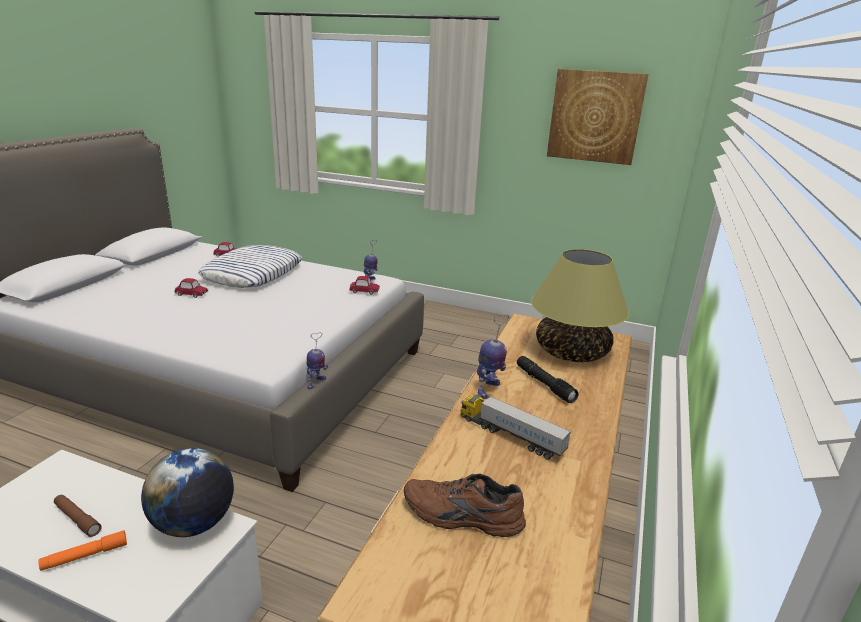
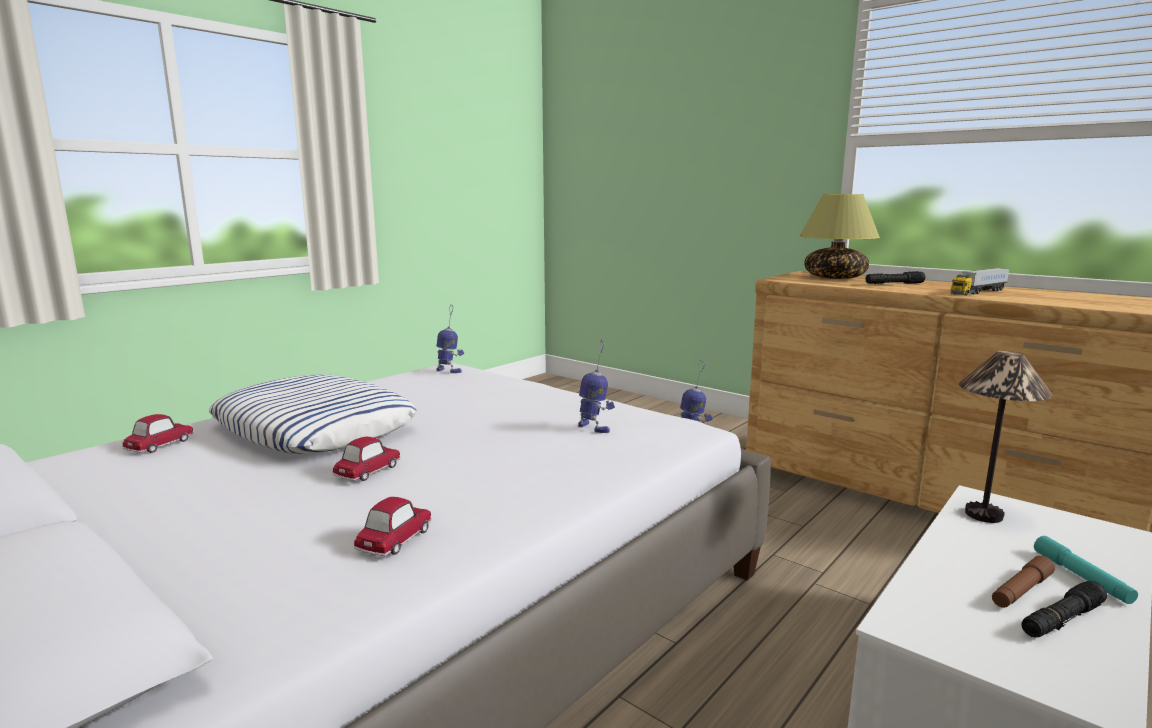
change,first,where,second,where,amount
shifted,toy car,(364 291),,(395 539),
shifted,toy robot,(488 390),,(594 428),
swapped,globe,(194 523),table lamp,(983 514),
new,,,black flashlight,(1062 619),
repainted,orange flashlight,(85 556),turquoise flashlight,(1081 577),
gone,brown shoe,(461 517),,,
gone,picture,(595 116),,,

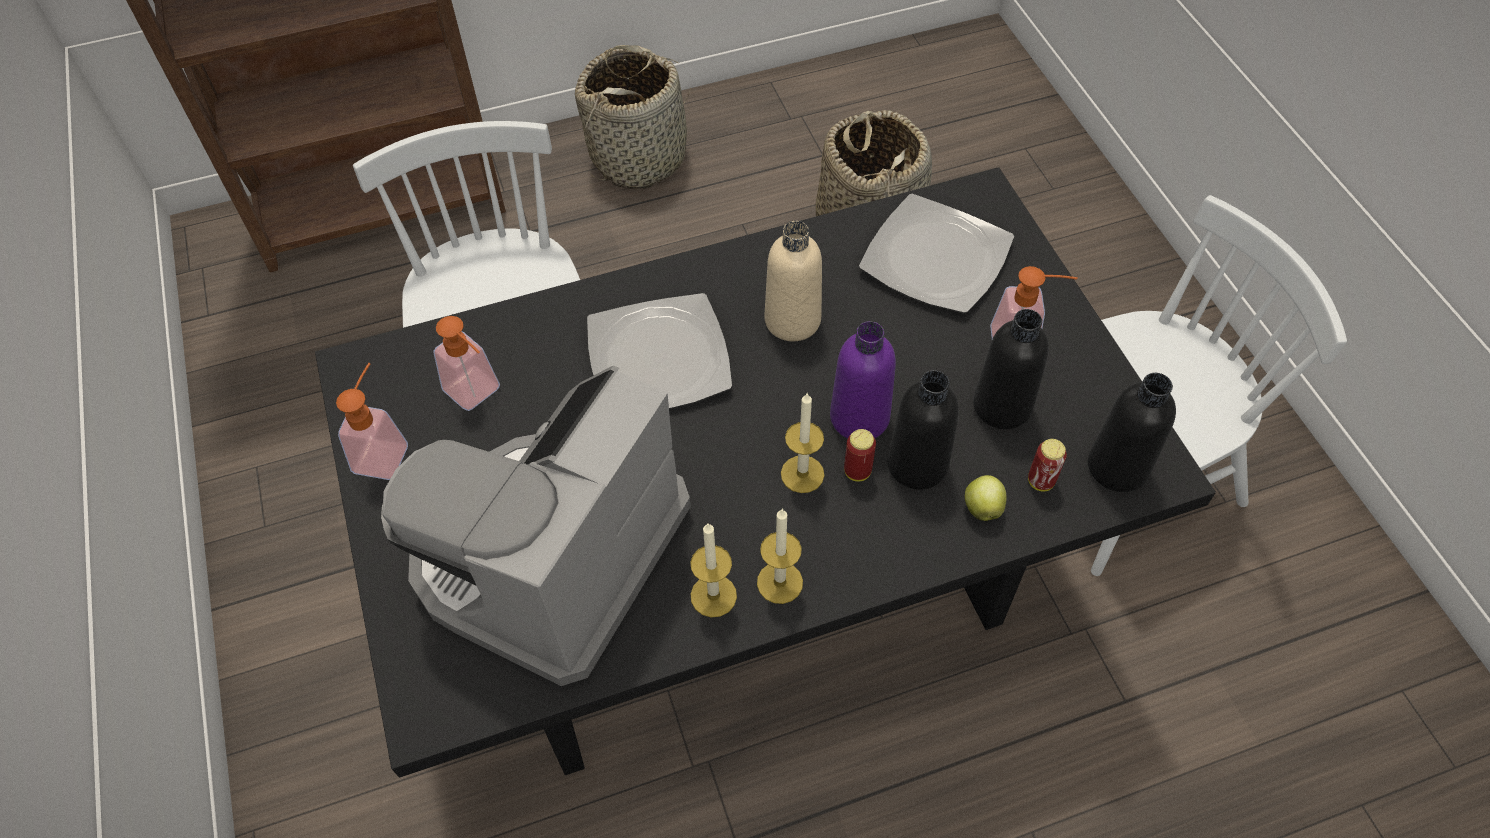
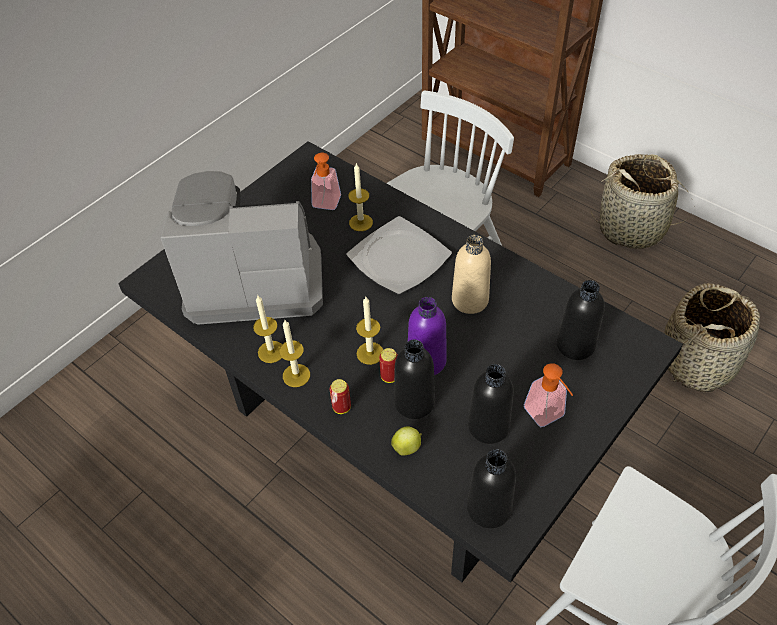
change,first,where,second,where,amount
shifted,can,(1040 481),,(341 407),
new,,,candle,(361 222),
swapped,plate,(937 258),black bottle,(575 345),
gone,soap dispenser,(385 451),,,

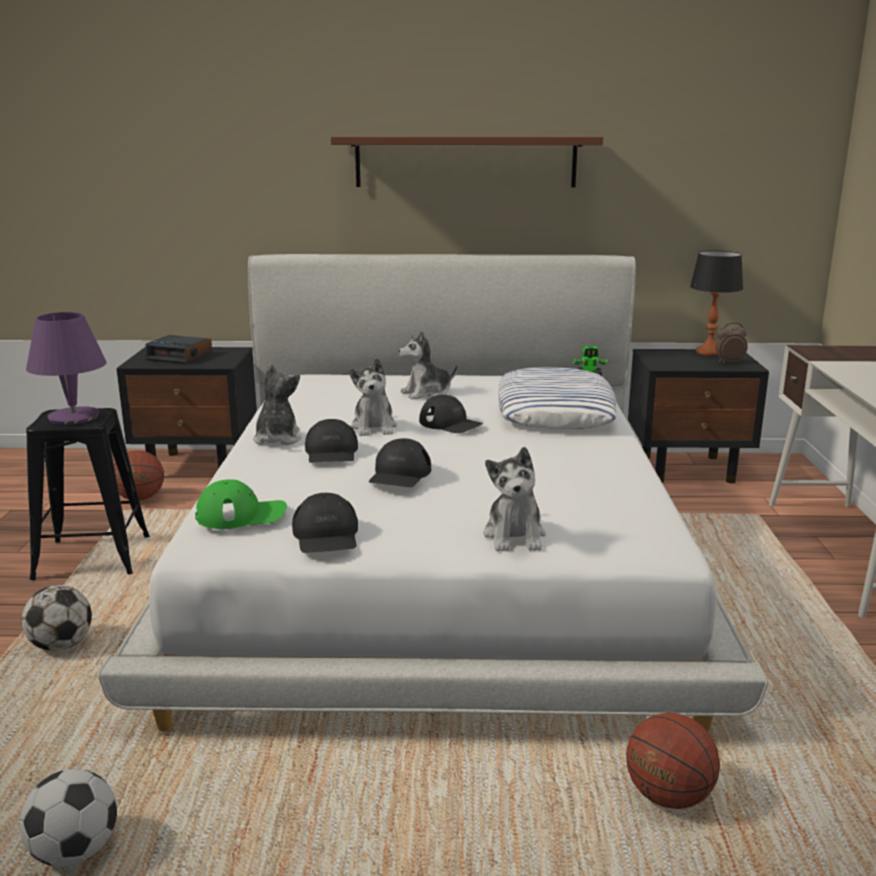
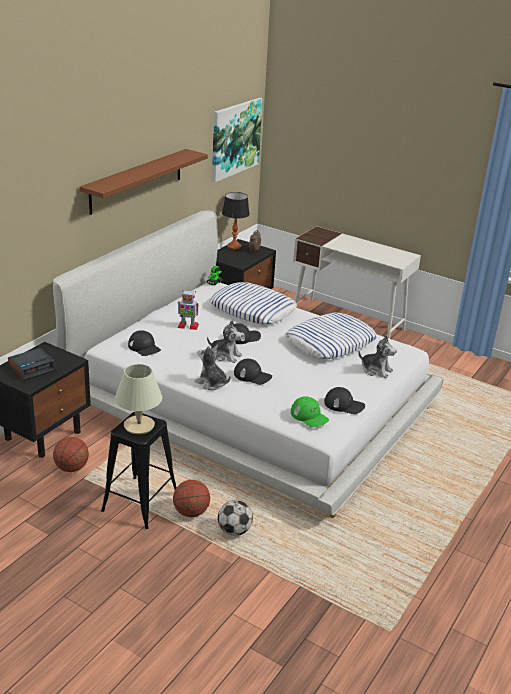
change,first,where,second,where,amount
repainted,purple table lamp,(74 417),beige table lamp,(139 425),
shifted,black cap,(400 474),,(144 347),
shifted,basketball,(668 796),,(191 512),
swapped,plush toy,(427 393),toy robot,(187 326),
new,,,picture,(235 138),
new,,,pillow,(330 342),
rotated,green cap,(241 514),,(309 416),120 degrees clockwise
gone,football,(75 852),,,

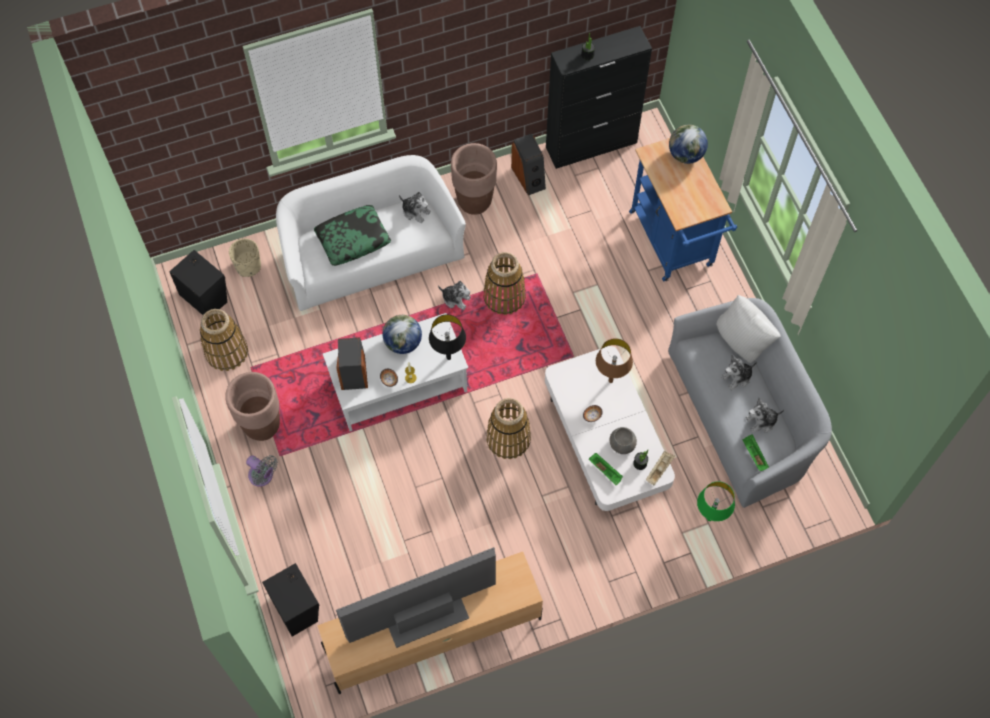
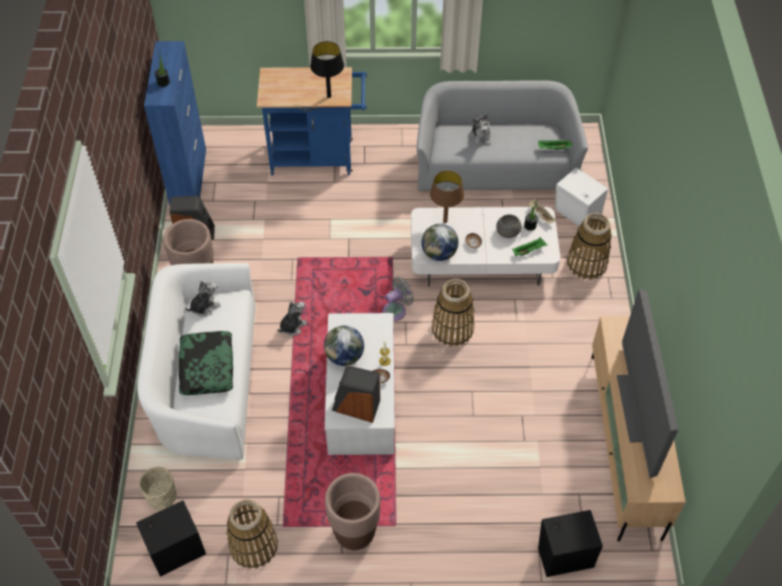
change,first,where,second,where,amount
repainted,black cabinet,(592 145),blue cabinet,(189 179),
shifted,black table lamp,(448 358),,(329 96),
shifted,grey fan,(263 476),,(396 310),
shifted,globe,(685 155),,(439 254),
swapped,green table lamp,(709 519),white speaker,(577 215),
shifted,basket,(504 297),,(587 263),
gone,white pillow,(742 342),,,
gone,plush toy,(761 421),,,

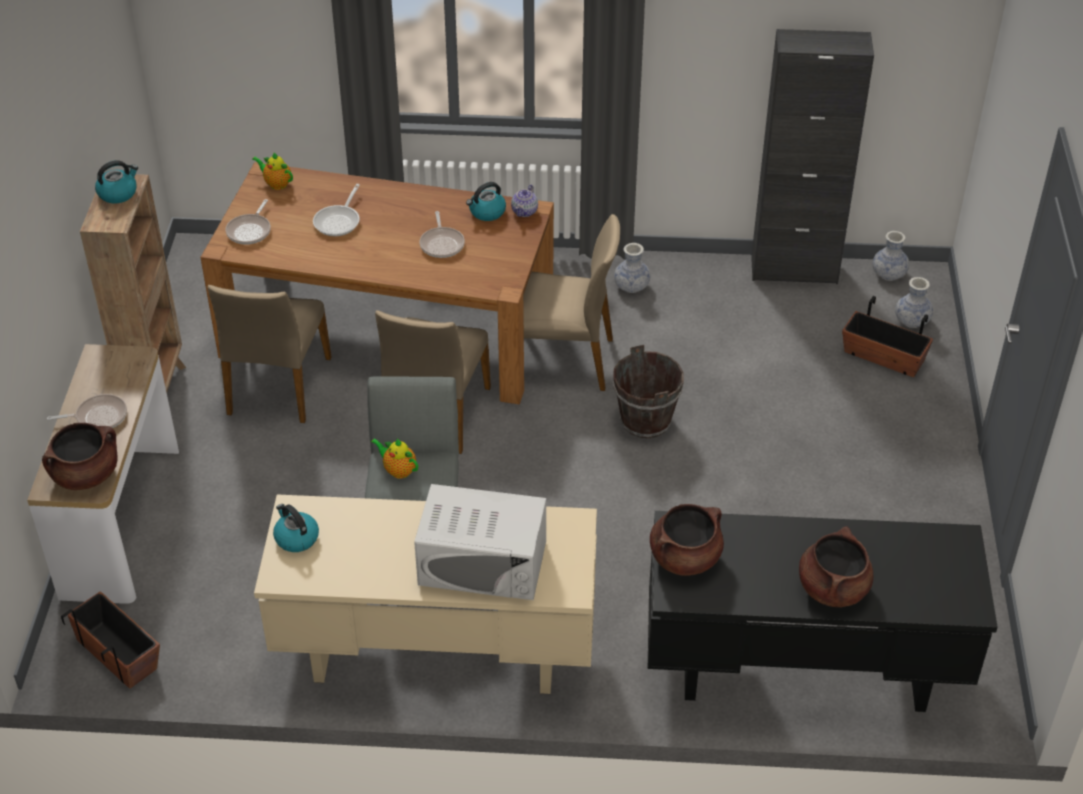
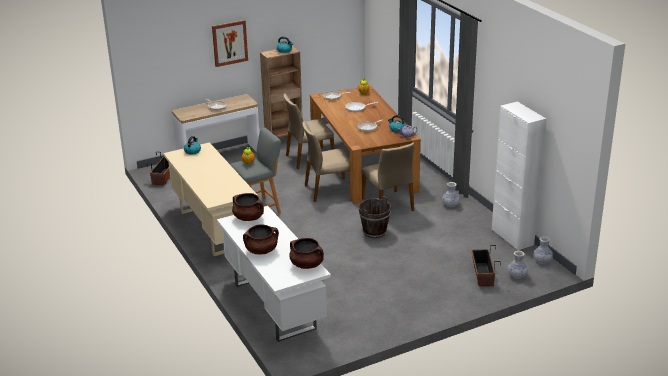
change,first,where,second,where,amount
new,,,picture,(229 43),
repainted,black desk,(801 670),white desk,(273 306),
shifted,brown cooking pot,(86 475),,(307 264),
repainted,black cabinet,(794 270),white cabinet,(512 237),
gone,white microwave,(483 563),,,

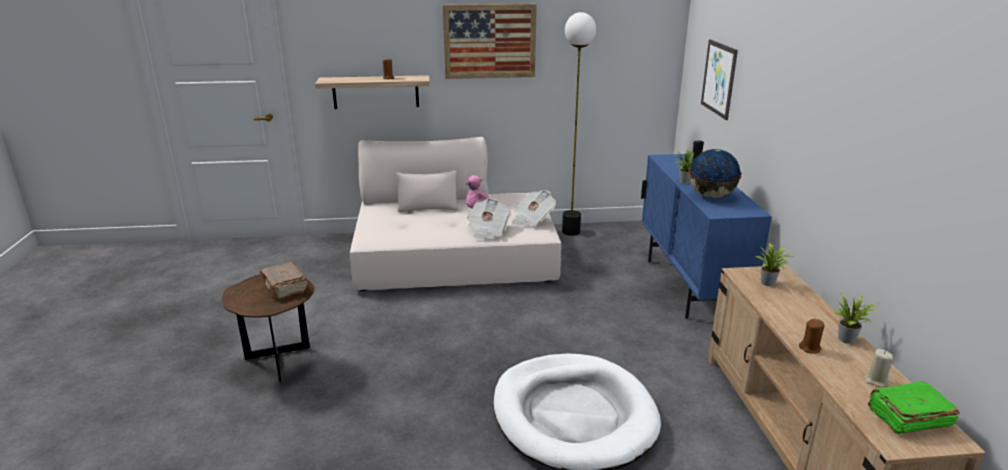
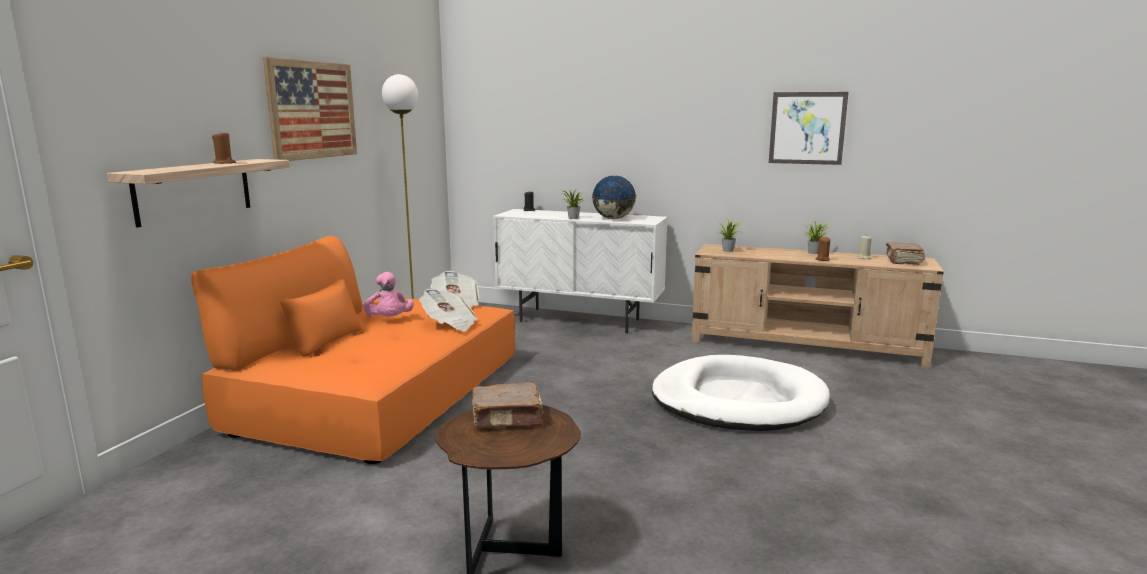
change,first,where,second,where,amount
repainted,beige sofa,(456 258),orange sofa,(382 392),
repainted,blue cabinet,(689 287),white cabinet,(580 321),
shifted,picture,(718 78),,(807 128),
repainted,green book,(907 418),brown book,(903 260),

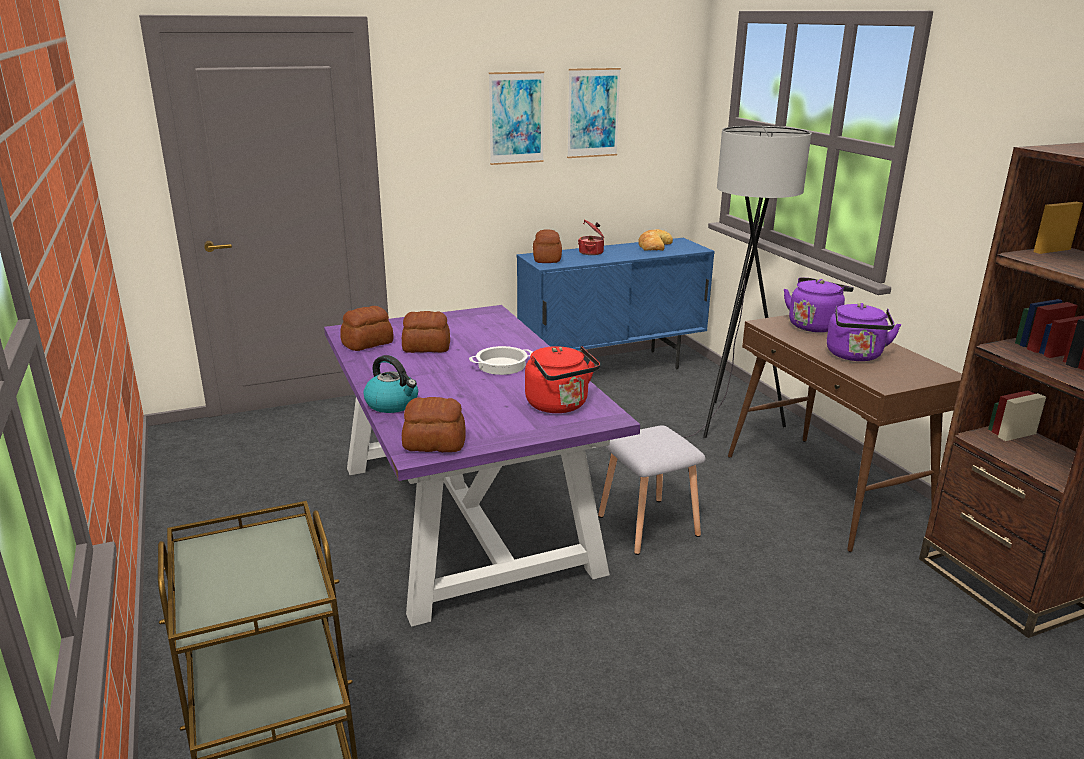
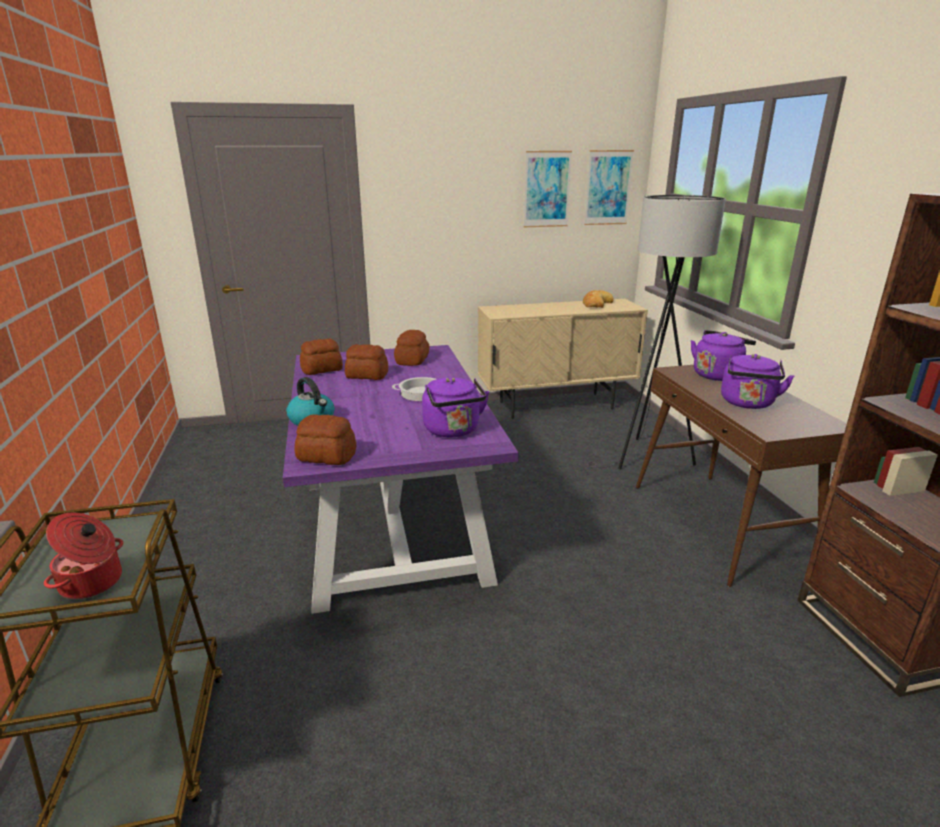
change,first,where,second,where,amount
shifted,cooking pot,(592 252),,(93 583),
shifted,bread,(546 259),,(411 360),
repainted,red kettle,(559 406),purple kettle,(453 431),
repainted,blue cabinet,(611 368),beige cabinet,(556 405),
shifted,picture,(516 118),,(608 188),
gone,grey stool,(650 526),,,

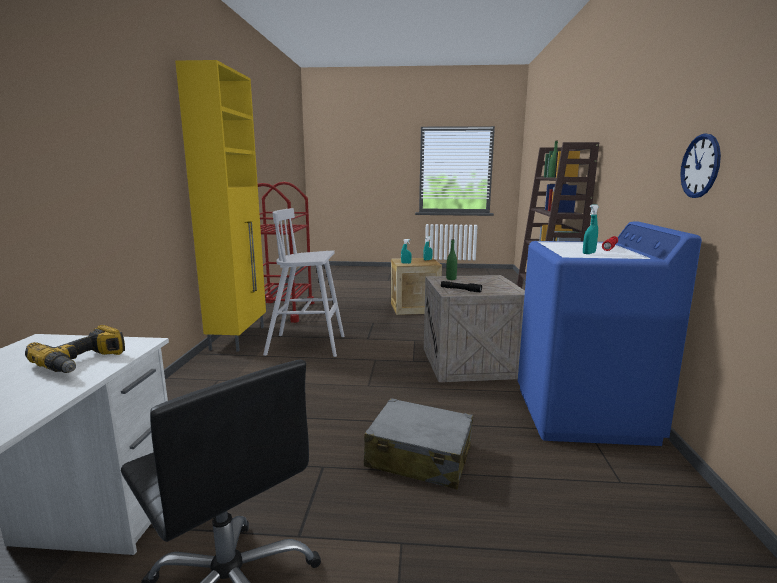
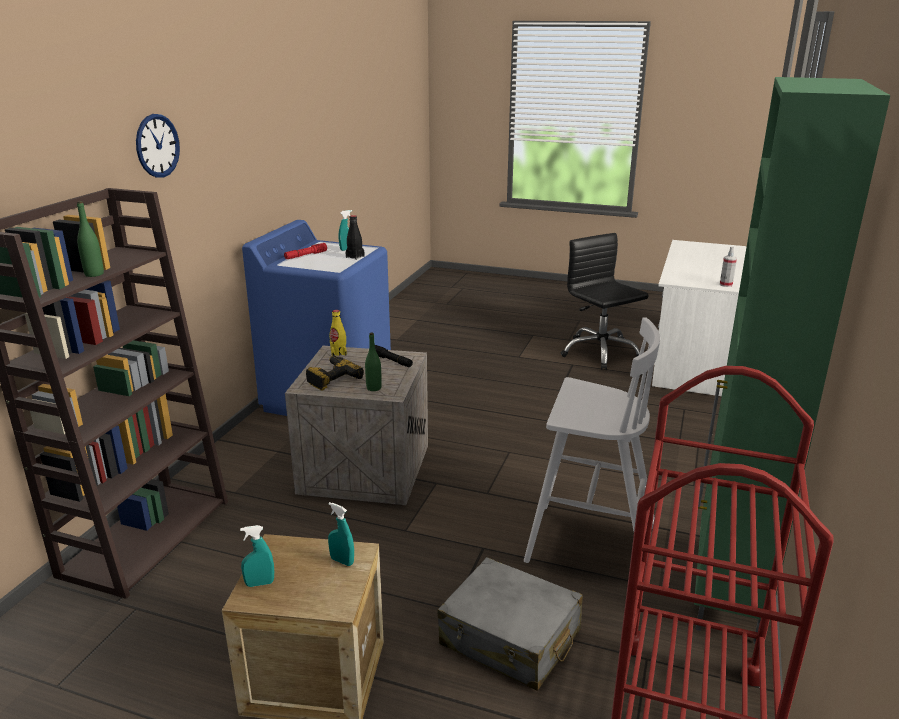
change,first,where,second,where,amount
shifted,wall clock,(700 166),,(157 146),
shifted,power drill,(83 362),,(331 378),
new,,,yellow bottle,(338 353),
new,,,black bottle,(355 257),
shifted,grey suitcase,(419 457),,(510 638),
repainted,yellow cabinet,(239 337),green cabinet,(726 591),
new,,,spray bottle,(726 285),

